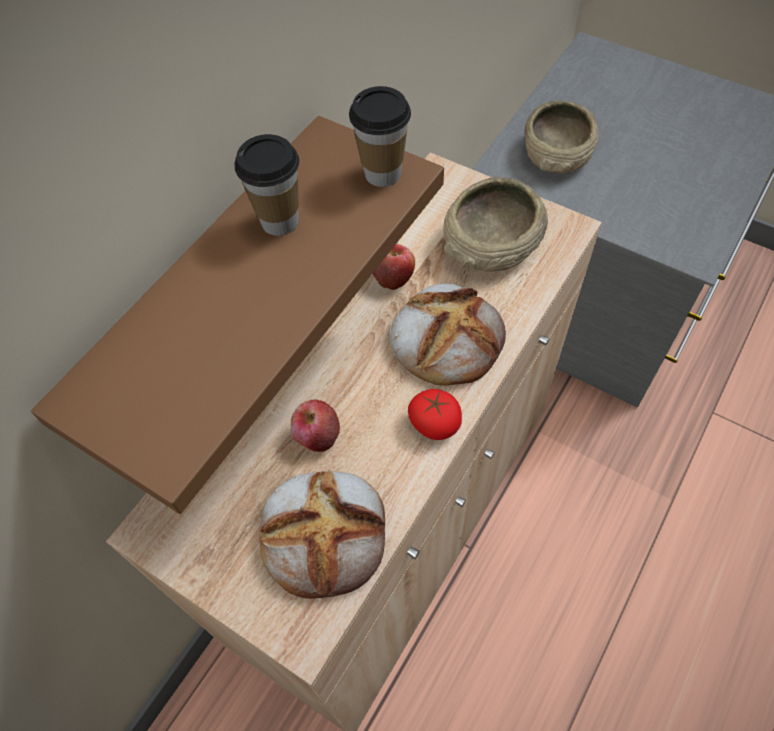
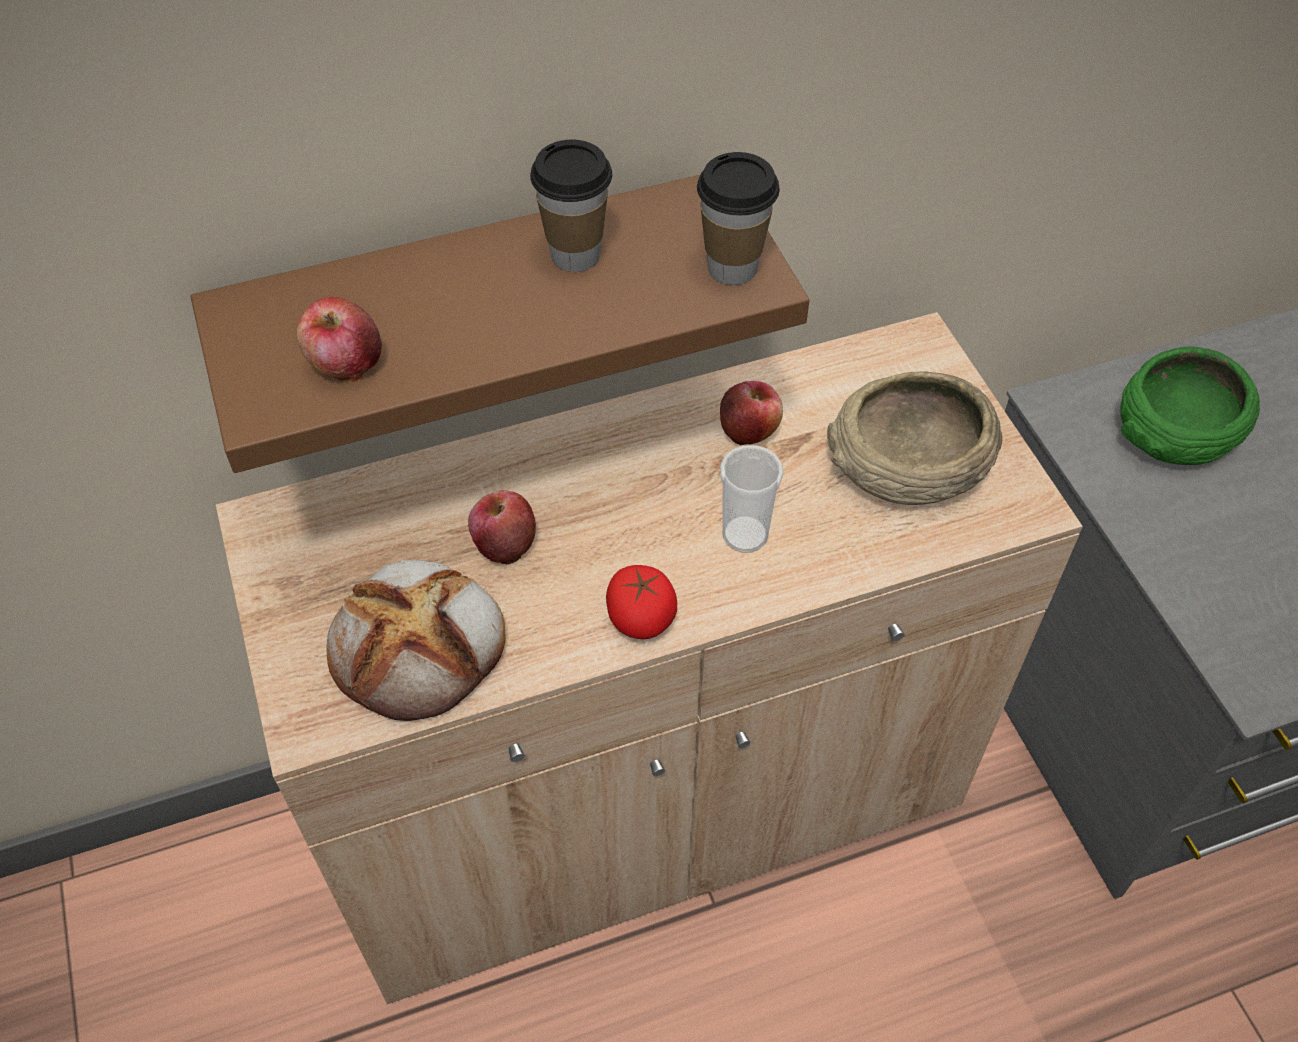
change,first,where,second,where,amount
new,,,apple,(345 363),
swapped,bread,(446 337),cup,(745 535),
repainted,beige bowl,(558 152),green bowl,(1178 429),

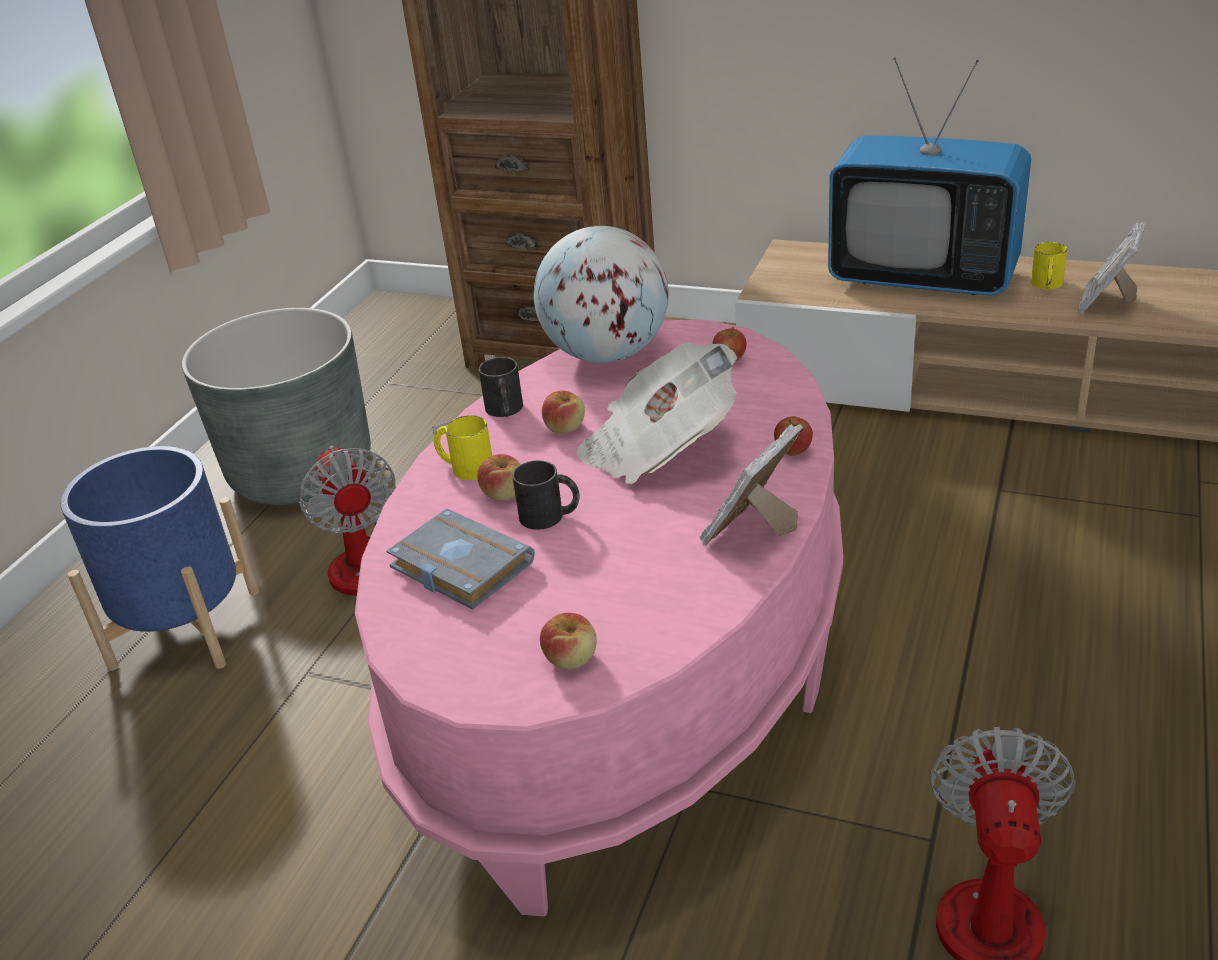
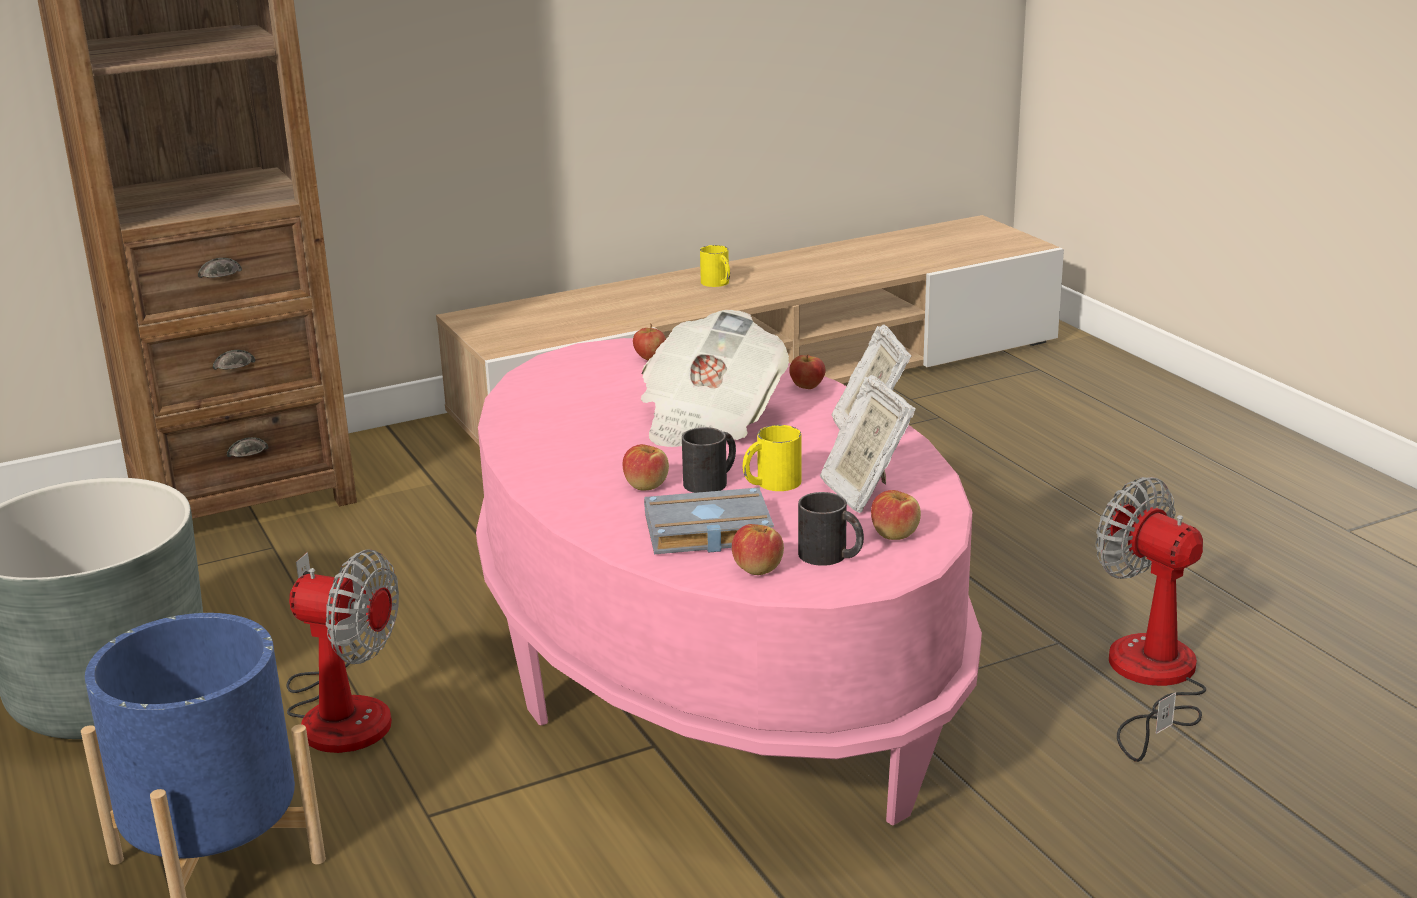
change,first,where,second,where,amount
shifted,apple,(565 427),,(757 568),
shifted,yellow mug,(465 467),,(771 483),
shifted,black mug,(505 411),,(831 556),
shifted,picture frame,(1106 303),,(864 492),
gone,globe,(606 354),,,
gone,television,(923 277),,,

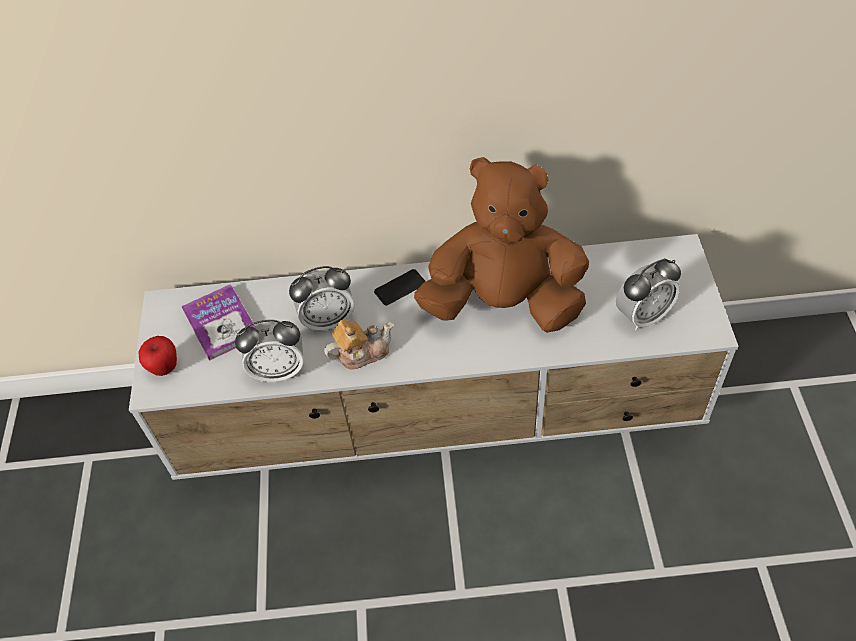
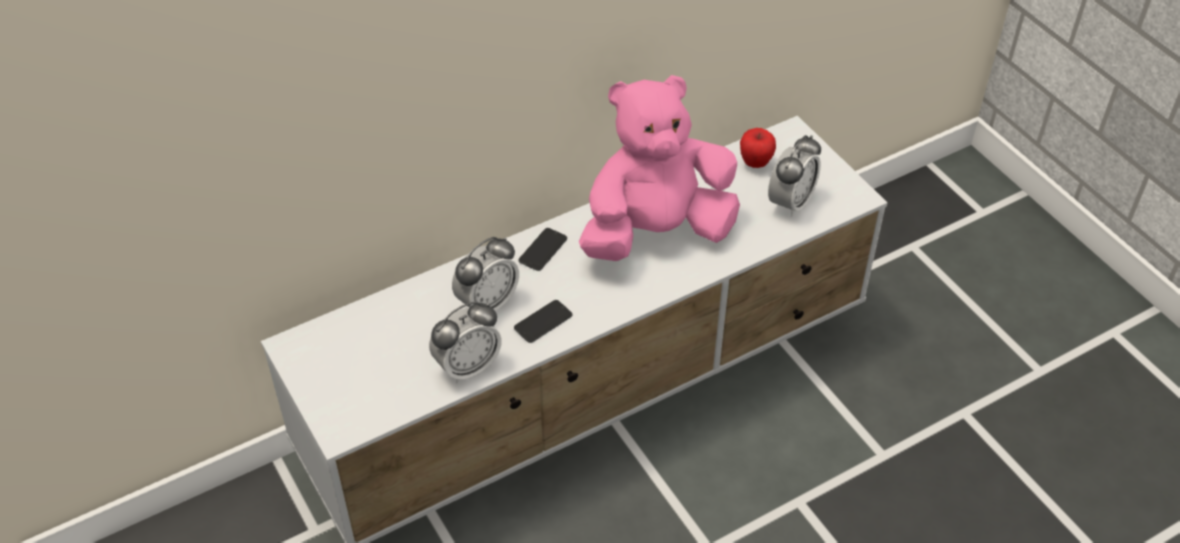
change,first,where,second,where,amount
swapped,teapot,(362 353),phone,(543 322),
repainted,brown plush toy,(504 303),pink plush toy,(656 232),
shifted,apple,(164 368),,(755 163),
gone,book,(221 323),,,

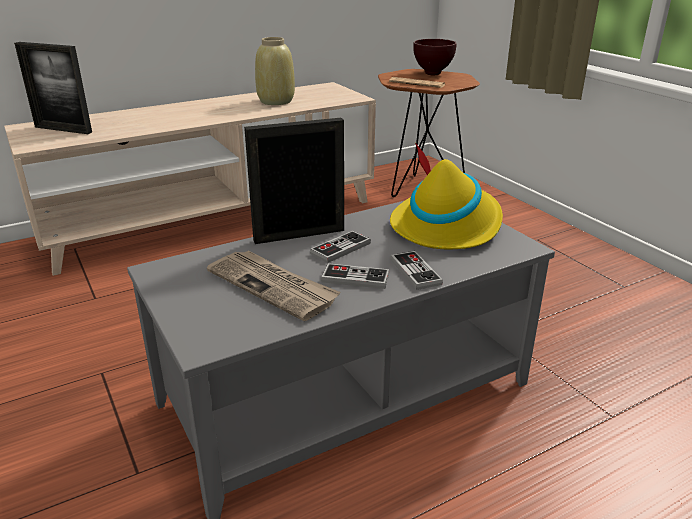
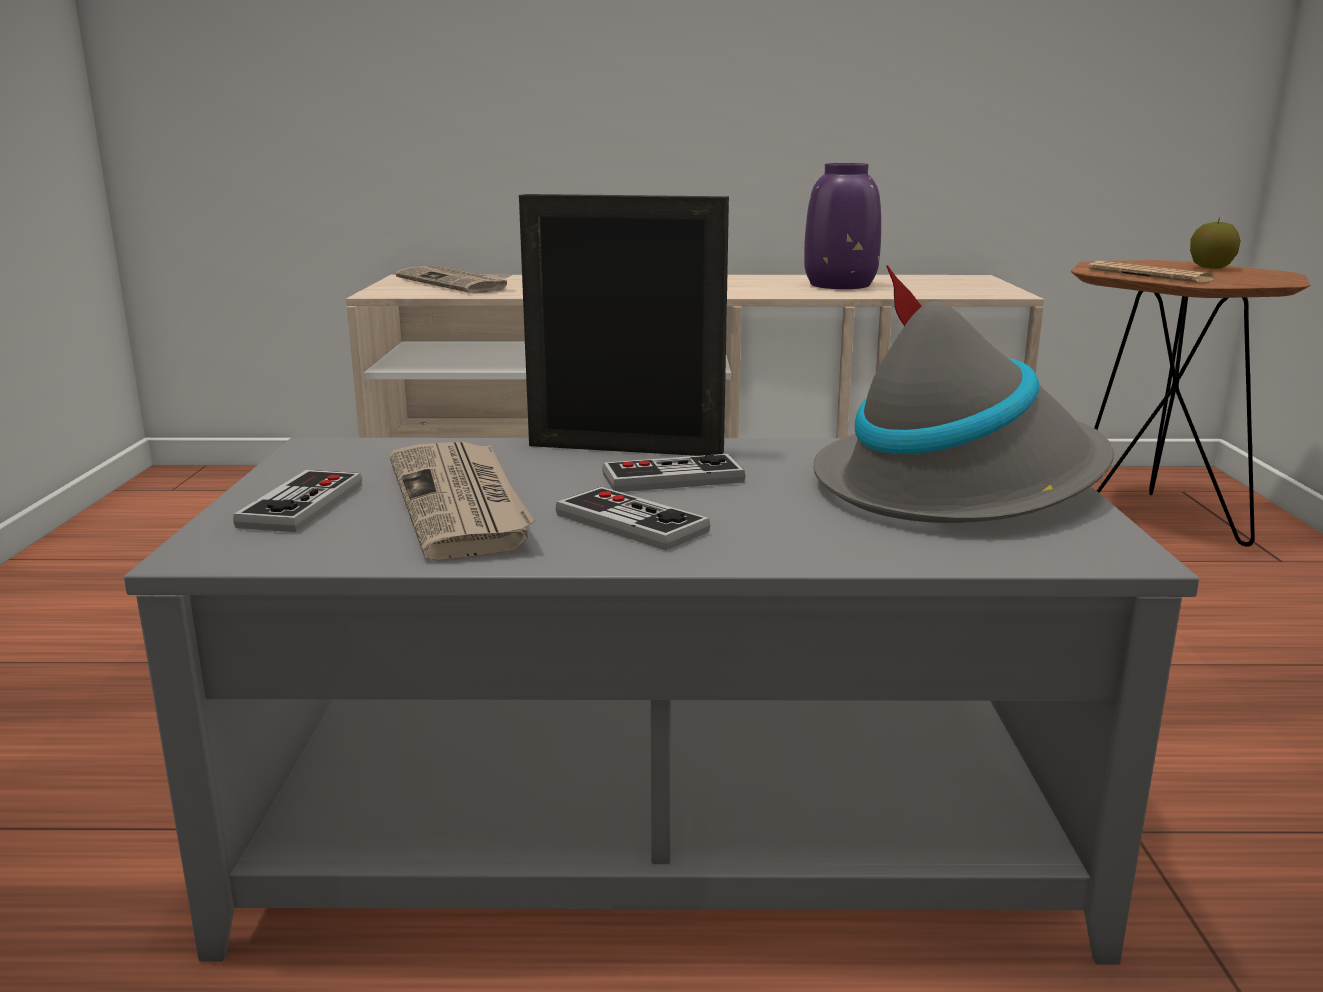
change,first,where,second,where,amount
shifted,game controller,(415 272),,(302 505),
swapped,picture frame,(63 129),newspaper,(455 283),
repainted,beige vase,(275 101),purple vase,(839 285),
repainted,yellow hat,(446 225),grey hat,(959 486),
swapped,brown bowl,(433 74),apple,(1210 268),

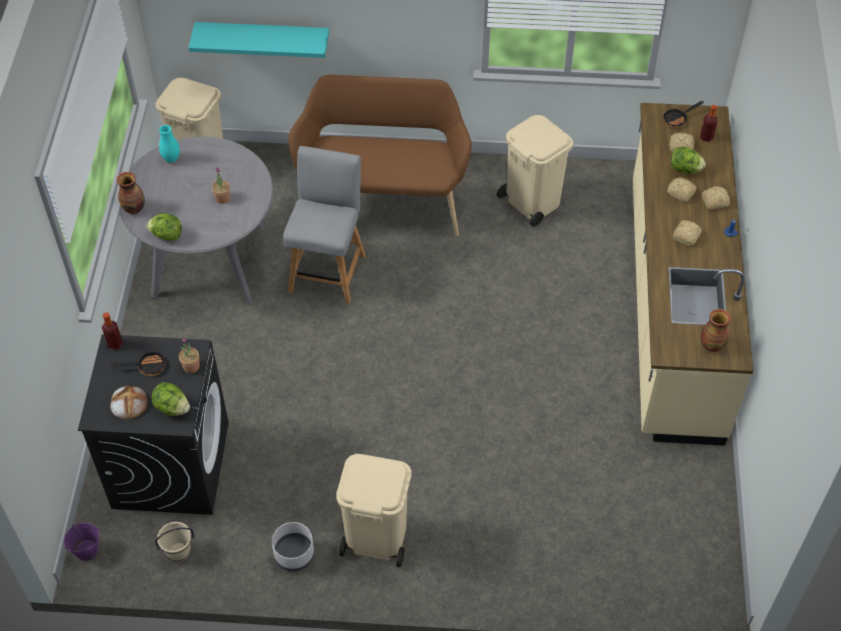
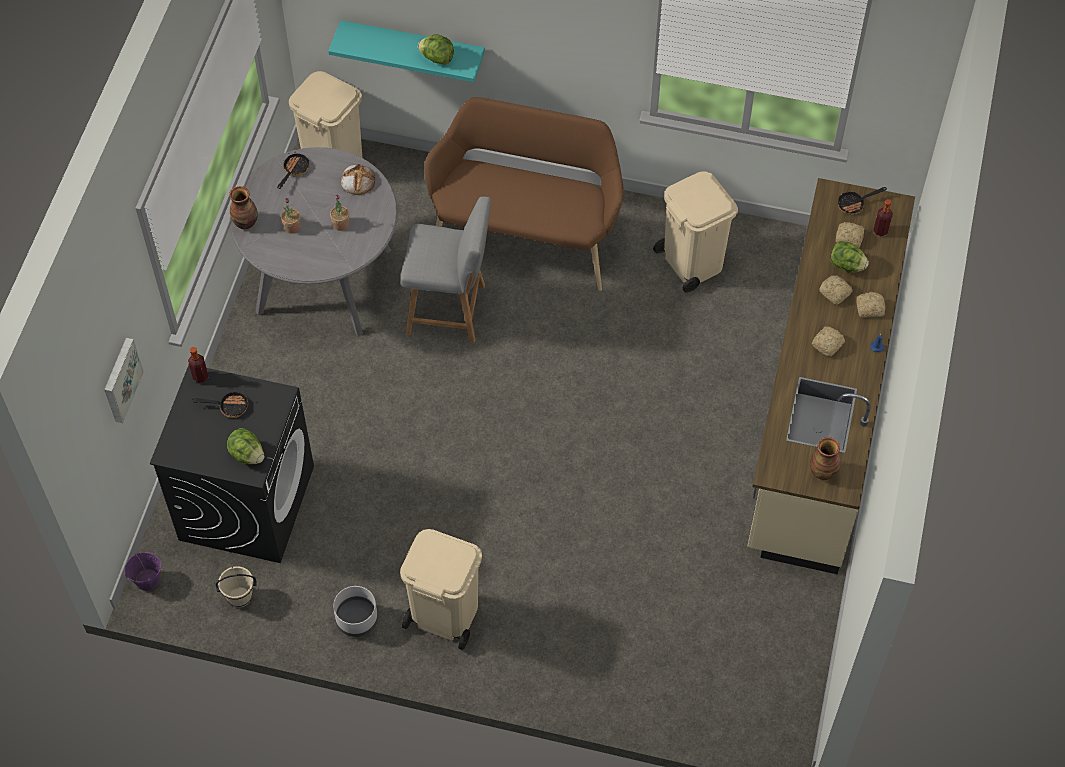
change,first,where,second,where,amount
new,,,picture,(120 379),
swapped,turquoise vase,(171 159),frying pan,(294 170),
shifted,potted plant,(191 366),,(292 227),
shifted,bread,(129 403),,(358 181),
rotated,grey chair,(328 270),,(450 310),75 degrees clockwise
shifted,lettuce,(166 235),,(436 58),

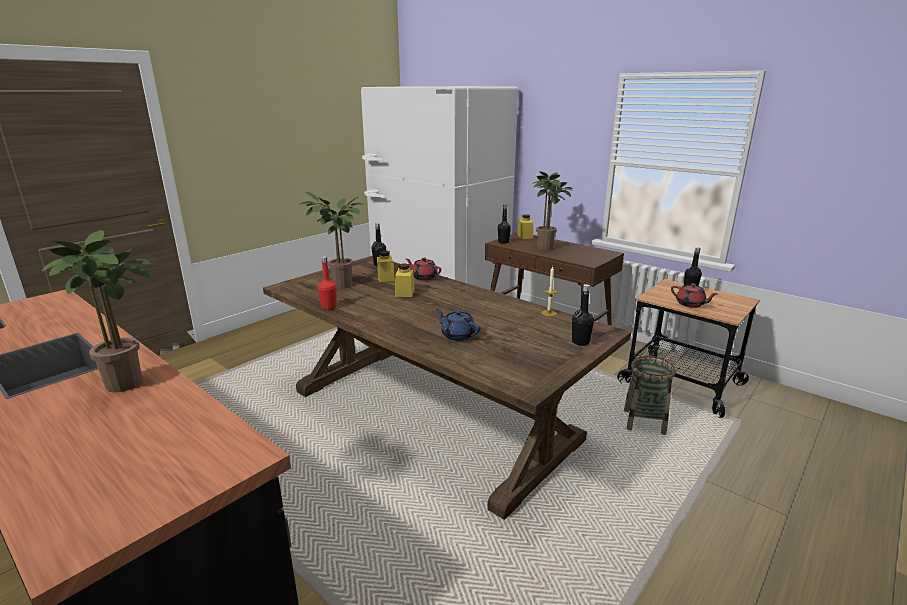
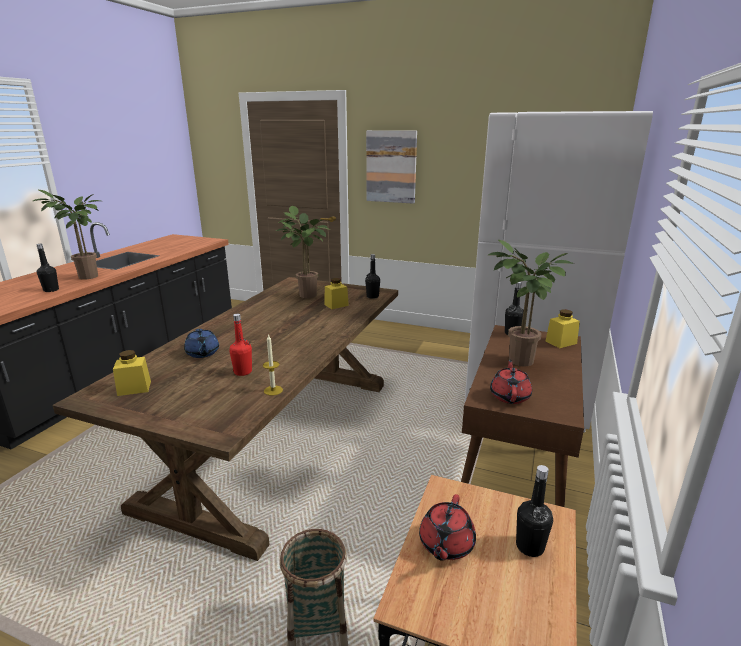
change,first,where,second,where,amount
shifted,black bottle,(580 342),,(51 290),
shifted,yellow jar,(404 293),,(134 388),
rotated,blue teapot,(457 335),,(202 353),135 degrees clockwise
shifted,red bottle,(329 307),,(243 372),
new,,,picture,(391 167),
shifted,red teapot,(423 277),,(510 396),

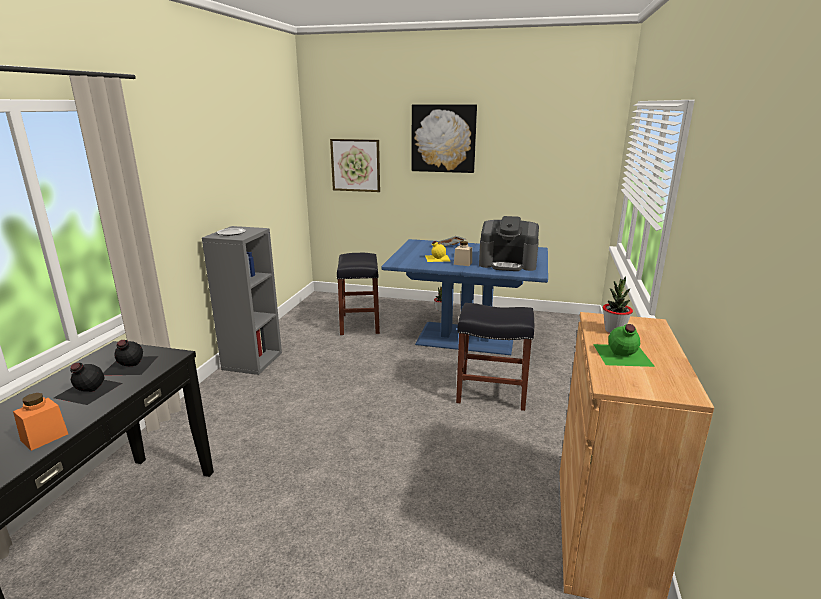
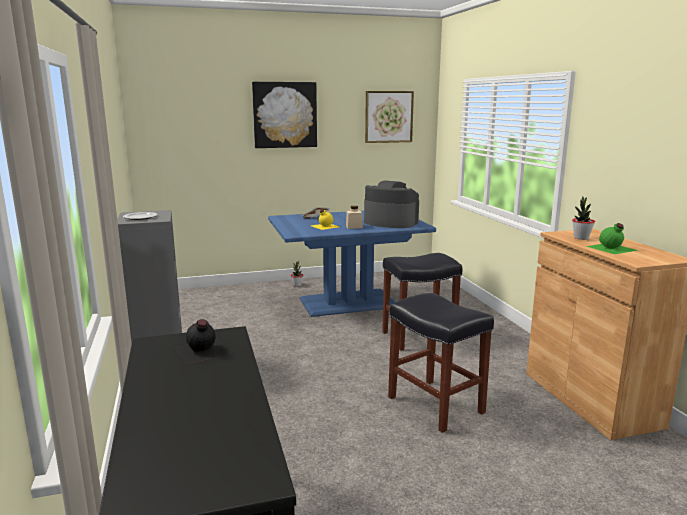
change,first,where,second,where,amount
rotated,coffee machine,(508 264),,(390 222),135 degrees counterclockwise
shifted,picture,(355 165),,(388 117),
shifted,black stool,(359 323),,(434 404),
gone,orange jar,(44 437),,,
gone,black bottle,(87 390),,,

